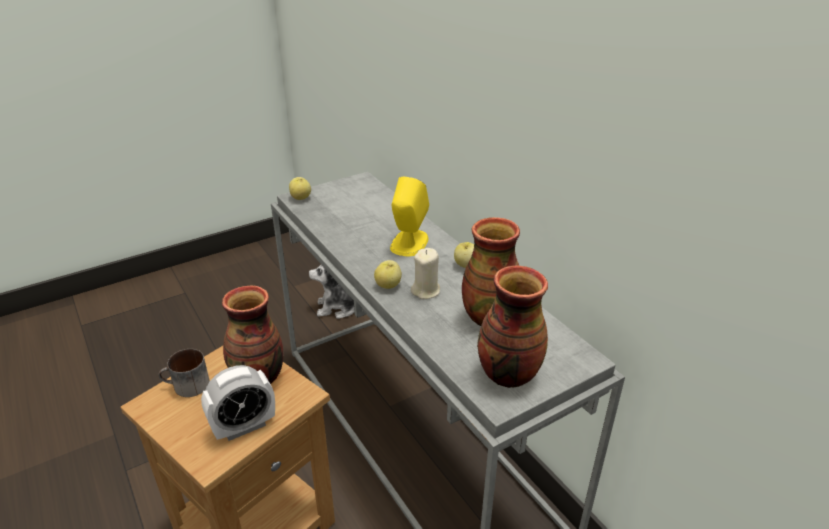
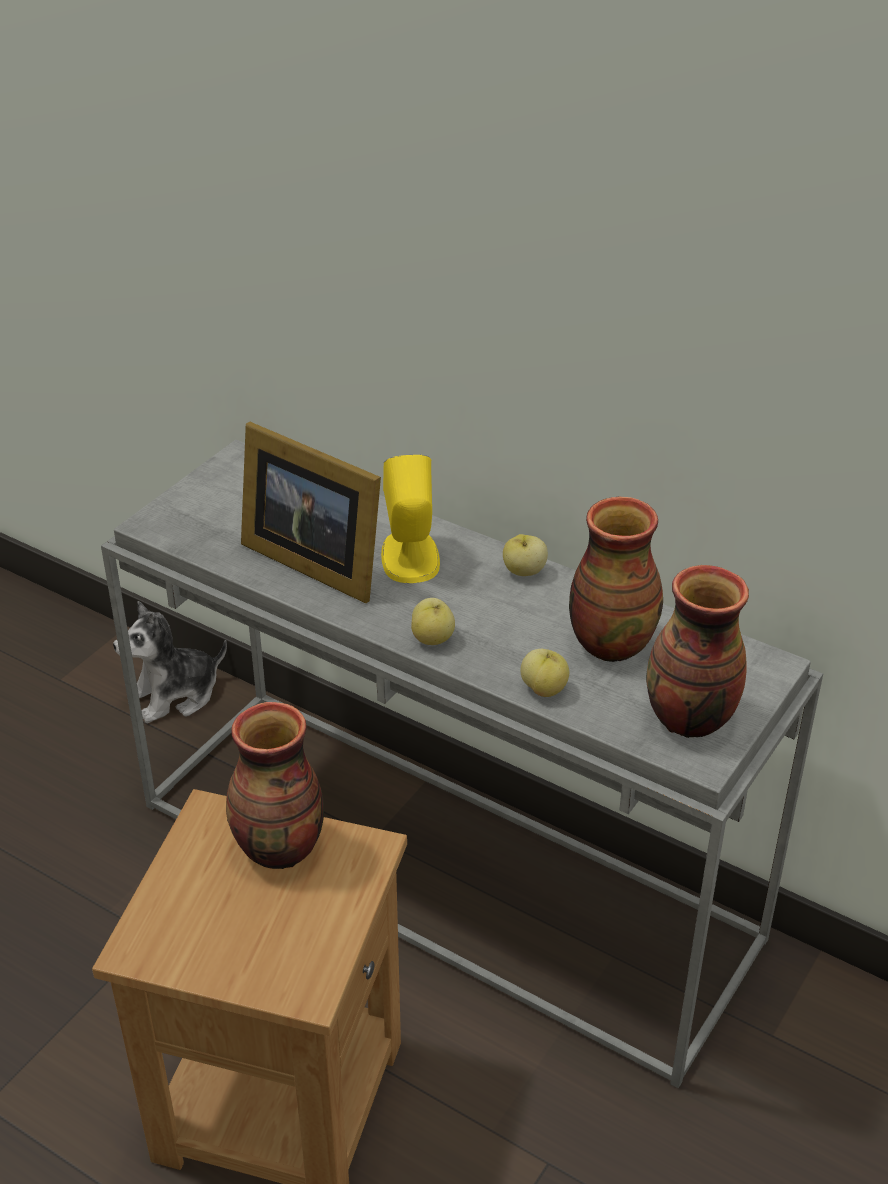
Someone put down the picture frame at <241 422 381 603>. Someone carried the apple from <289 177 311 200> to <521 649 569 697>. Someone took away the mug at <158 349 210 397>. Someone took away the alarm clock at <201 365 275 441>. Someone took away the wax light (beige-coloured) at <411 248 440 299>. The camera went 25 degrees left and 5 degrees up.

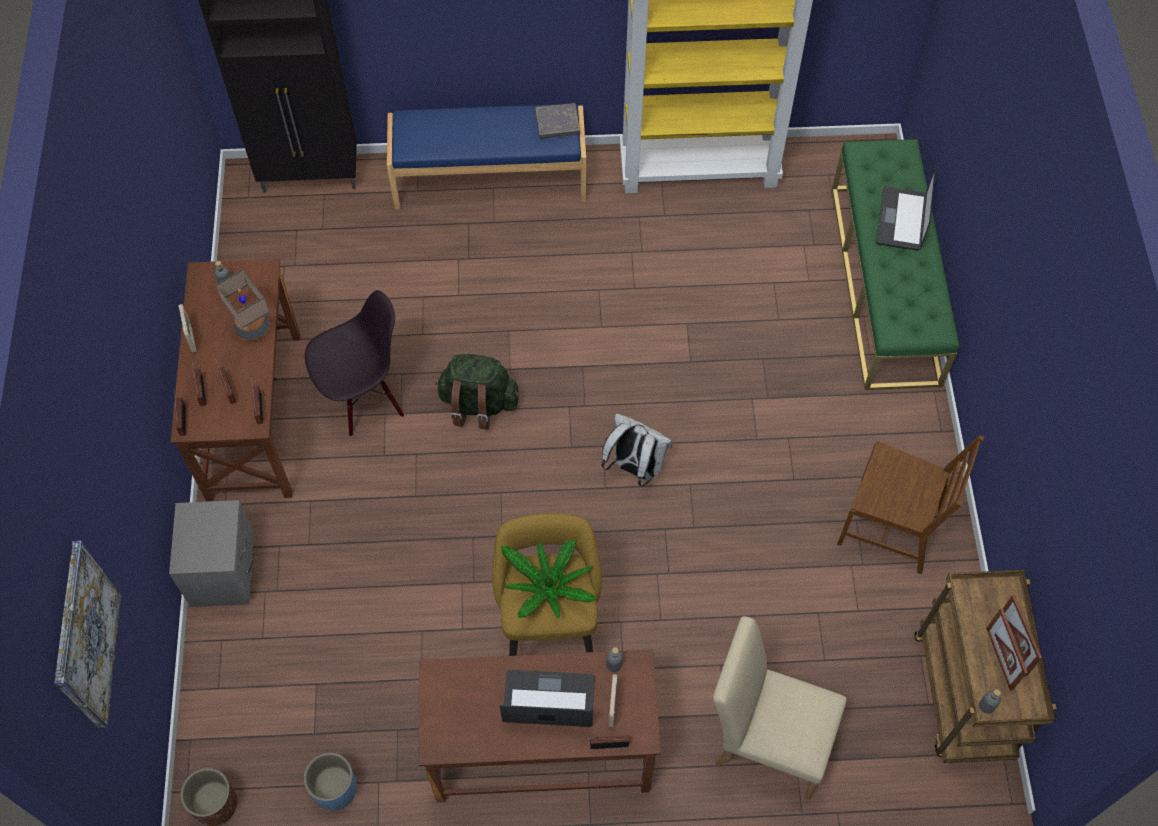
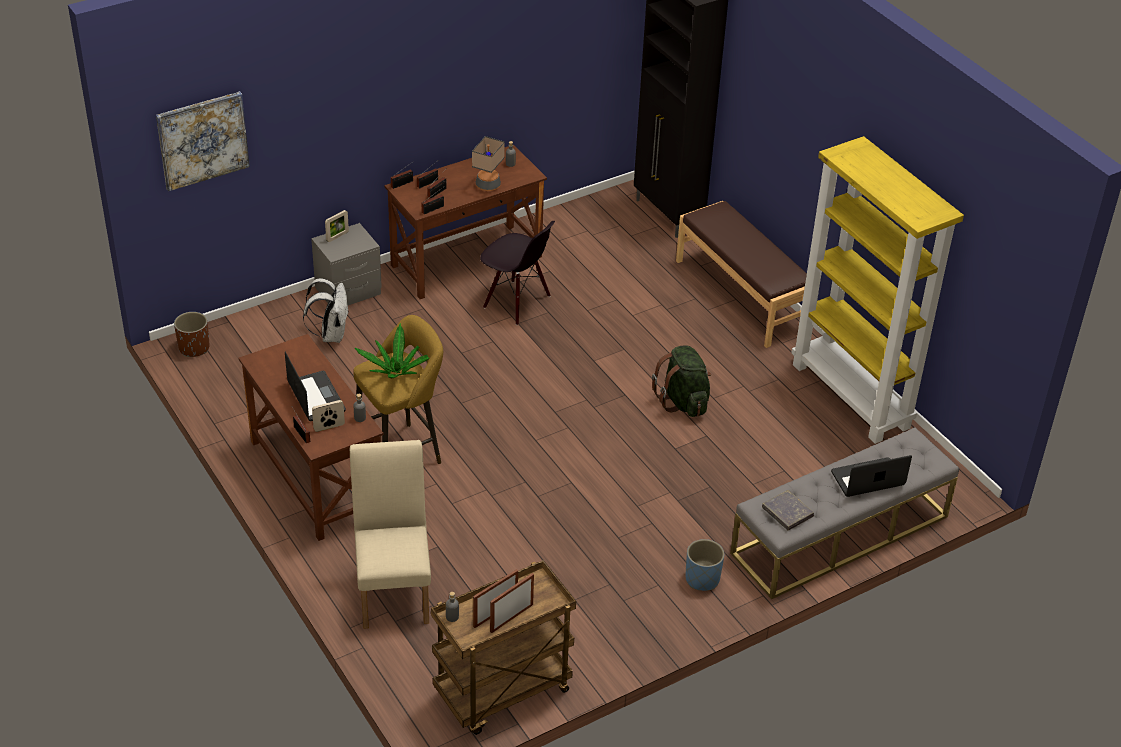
Someone carried the rucksack (white-coloured) from <602 413 672 487> to <303 278 349 343>. Someone carried the picture frame from <178 304 197 353> to <325 210 349 242>. Someone carried the rucksack (greenish) from <435 354 519 429> to <652 346 712 417>. Someone repainted the long seat (blue-coloured) at <387 104 586 209>, which became the long seat (brown) at <676 201 807 348>. Someone carried the planter (blue-coloured) from <304 753 357 811> to <685 539 724 591>. Someone repainted the long seat (greenish) at <832 139 959 390>, which became the long seat (gray) at <730 427 959 599>. Someone carried the volume (gray) from <535 103 580 139> to <762 490 814 530>. Someone took away the upright chair (brown) at <837 435 984 574>. The camera went 60 degrees right and 20 degrees down.

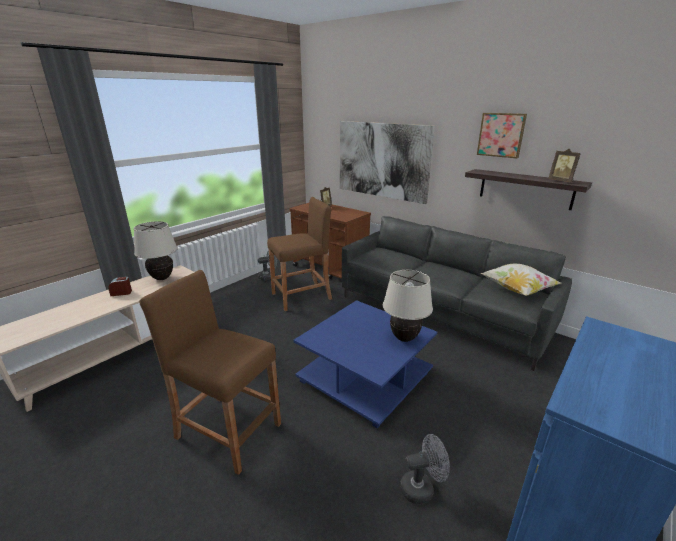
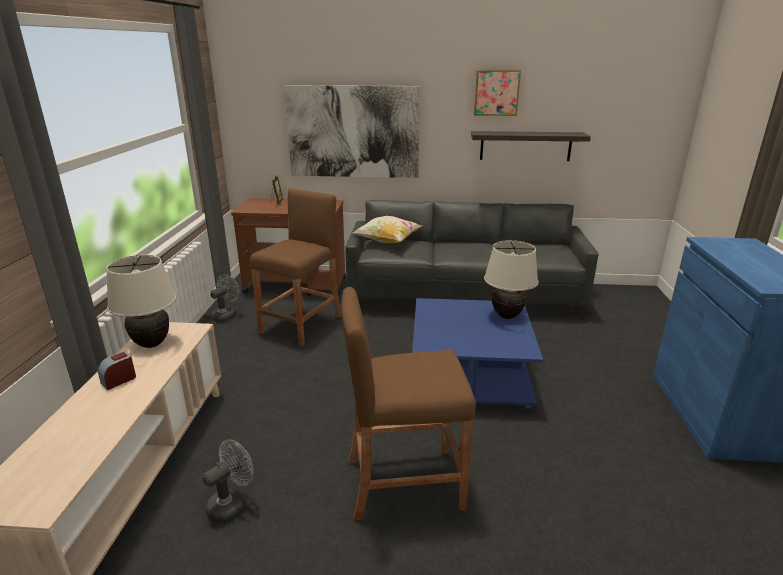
Someone carried the fan (gray) from <400 434 450 504> to <202 439 254 523>. Someone carried the throw pillow from <480 263 561 296> to <353 216 421 243>. Someone took away the picture frame at <548 149 581 182>. The camera went 35 degrees left and 0 degrees up.

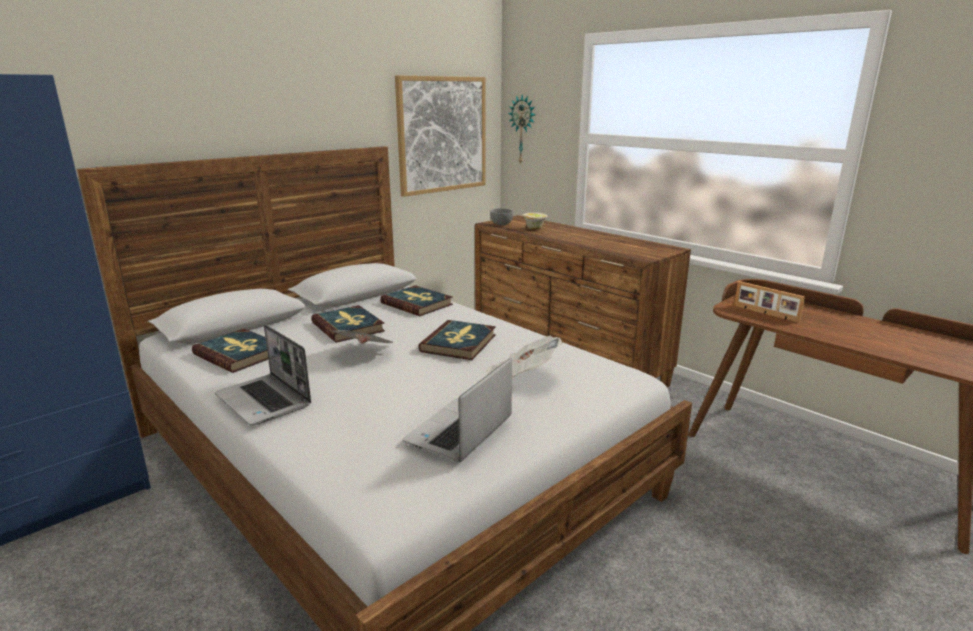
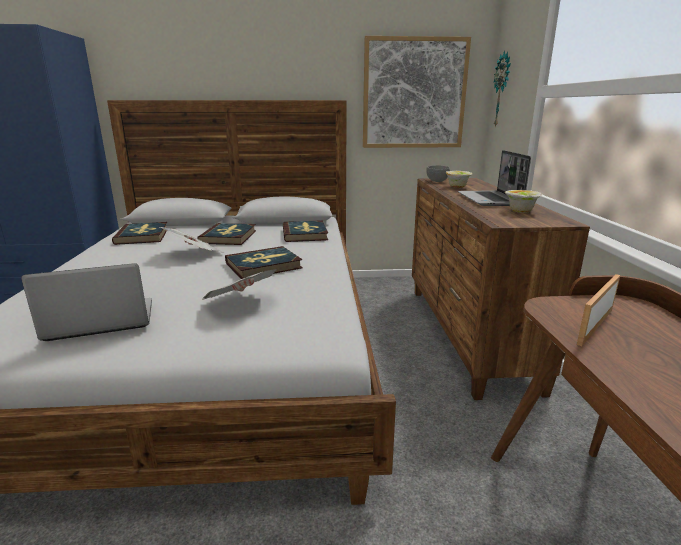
Someone carried the laptop from <215 324 311 425> to <458 150 531 206>. Someone put down the serving bowl at <505 190 542 213>. Someone rotated the picture frame at <734 281 805 323> by 45 degrees clockwise. The camera went 40 degrees right and 0 degrees up.

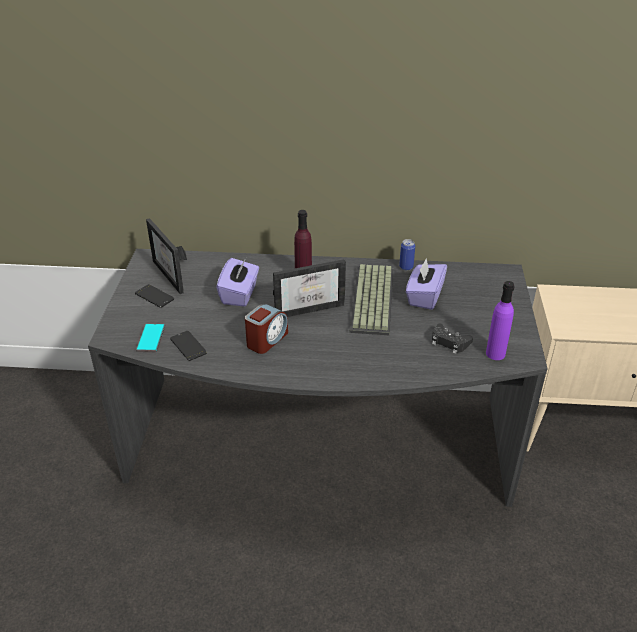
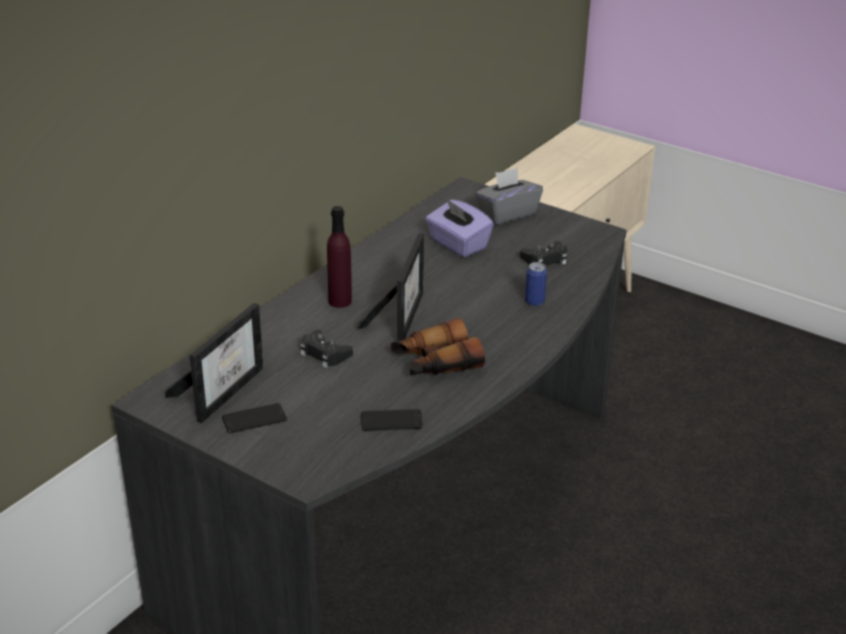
Someone rotated the picture frame at <146 218 187 294> by 60 degrees counterclockwise. Someone swapped the tissue holder (purplish) at <216 258 259 307> for the joypad (black) at <301 330 353 368>. Someone swapped the alarm clock at <245 304 288 354> for the field glasses at <391 318 485 376>. Someone put down the tissue holder (gray) at <475 168 543 224>. Someone carried the sealed can from <399 239 415 271> to <525 262 547 306>. Someone took away the handset at <136 324 165 352>. Someone took away the computer keyboard at <349 264 393 335>. Someone took away the drink bottle (purplish) at <486 281 515 360>. The camera went 60 degrees left and 5 degrees down.

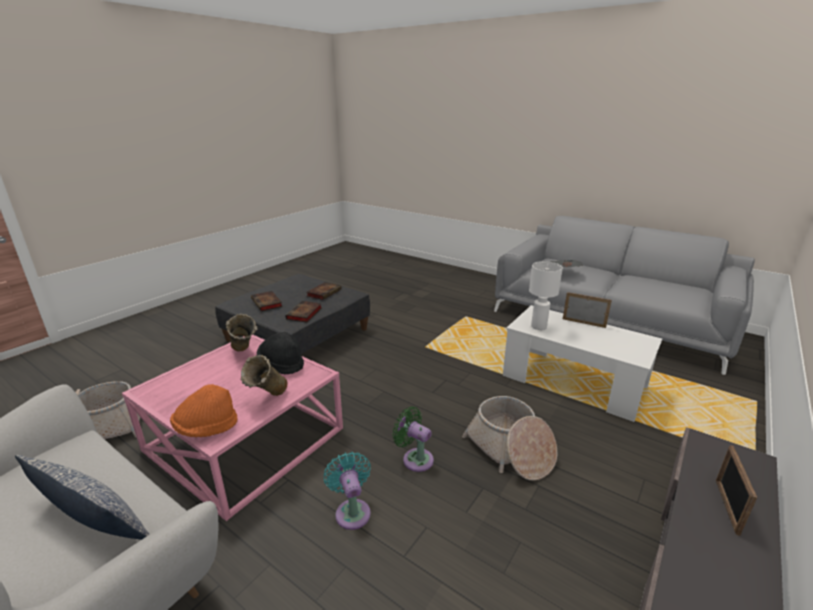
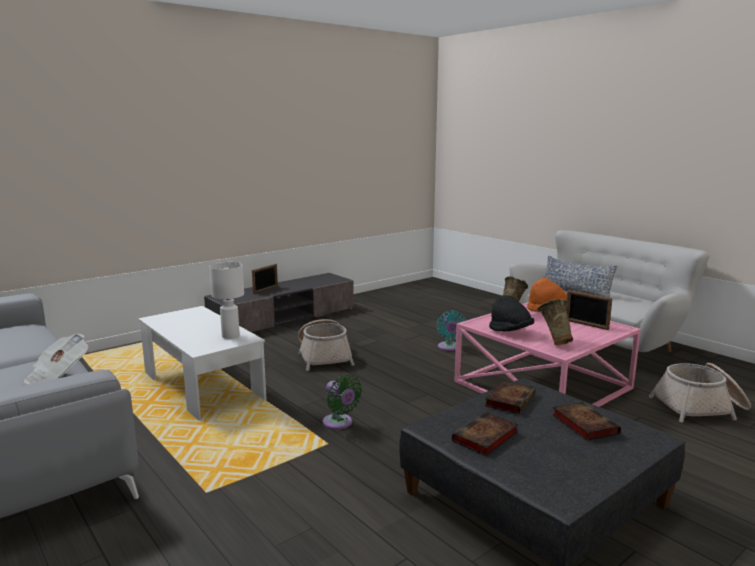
Someone carried the fan (greenish) from <392 406 434 472> to <323 375 362 430>. Someone carried the picture frame from <563 292 612 328> to <566 290 613 330>. The camera went 165 degrees left and 10 degrees down.

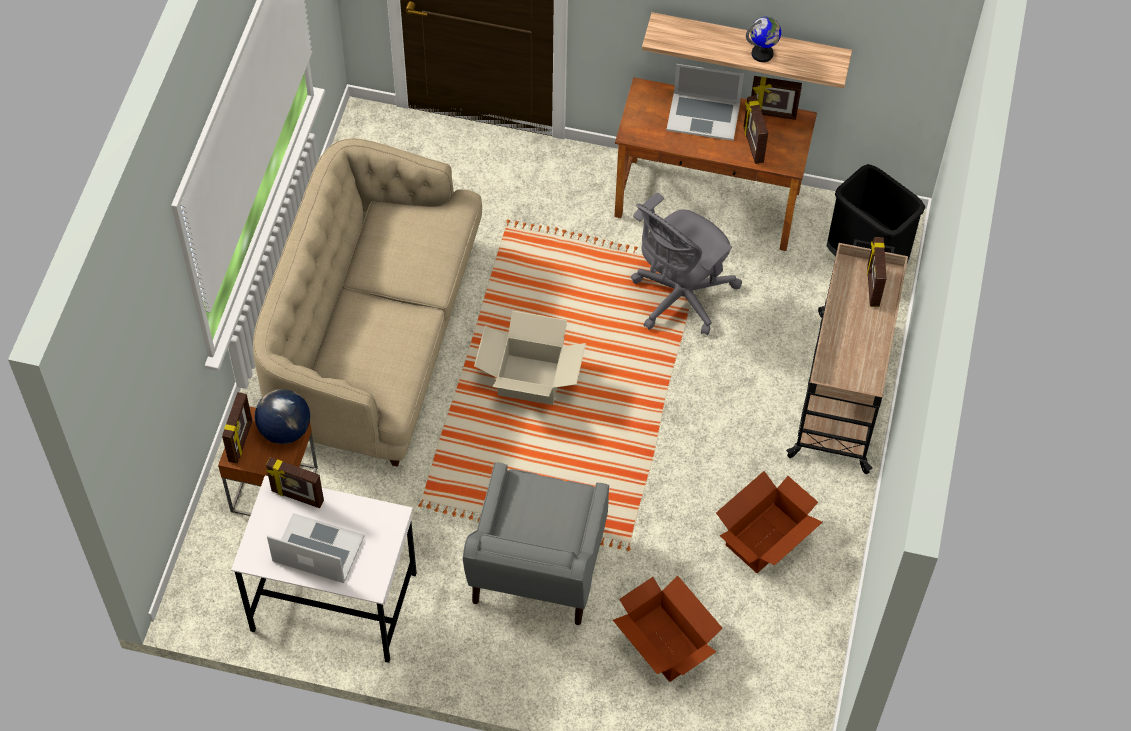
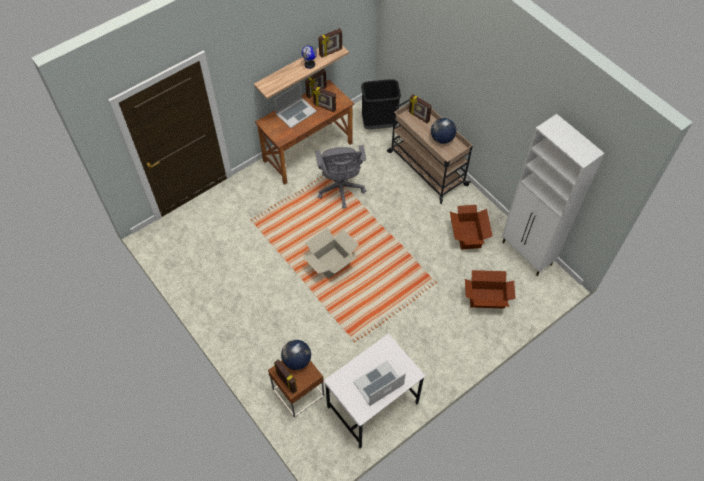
Someone carried the picture frame from <266 457 324 508> to <318 28 342 58>. Someone put down the desk globe at <431 118 456 144>. Someone put down the storage cabinet (white-coloured) at <502 114 605 276>. Someone took away the settee (beige-coloured) at <253 138 482 467>. Someone took away the easy chair (gray) at <463 462 609 625>. The camera went 50 degrees left and 0 degrees up.

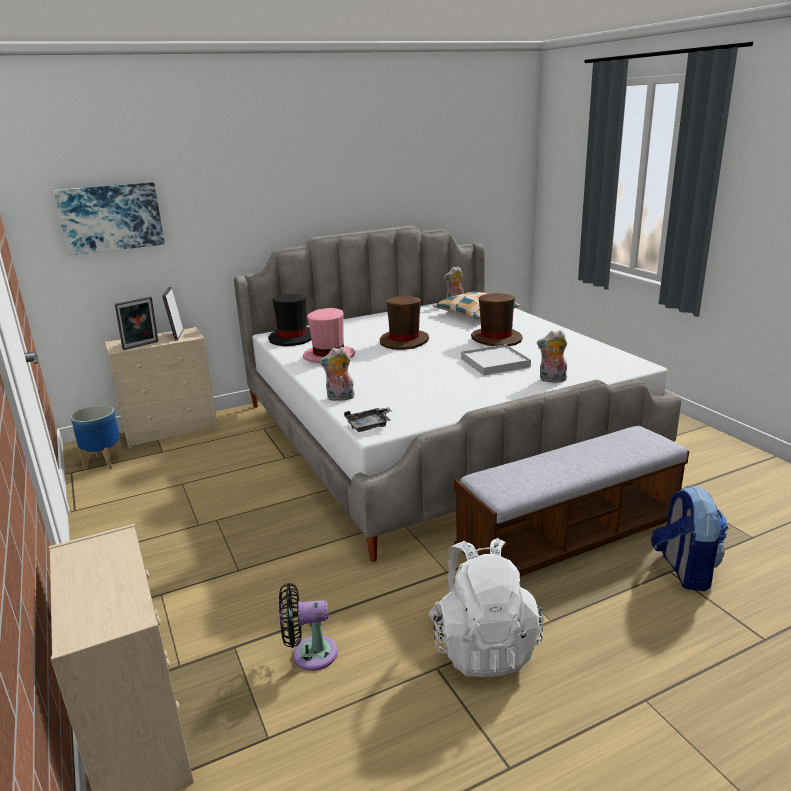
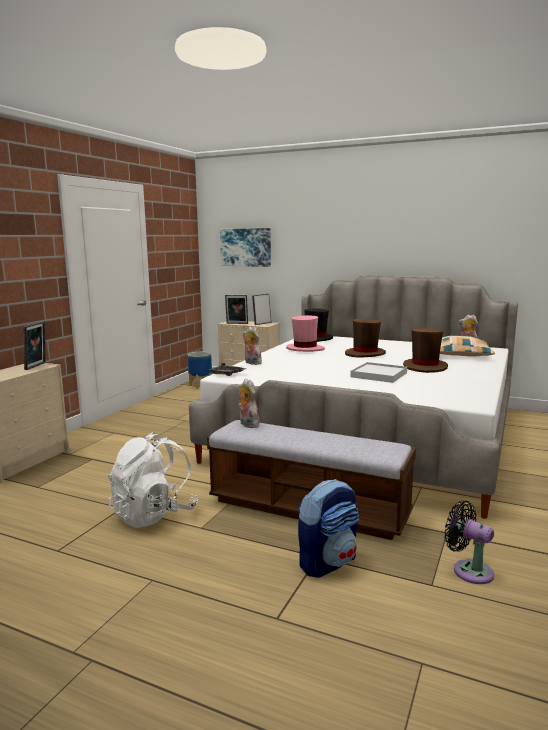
Someone put down the picture frame at <23 321 46 370>. Someone carried the cuddly toy from <537 330 567 382> to <238 379 260 428>. Someone carried the fan (black) from <279 583 338 671> to <444 501 494 584>. The camera went 50 degrees right and 10 degrees down.

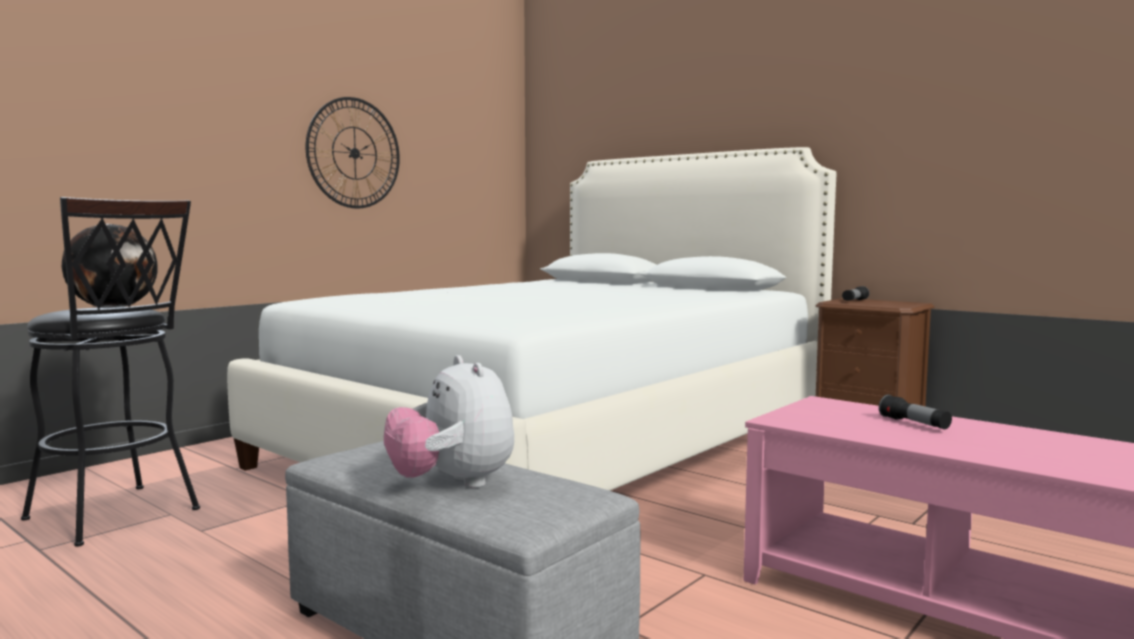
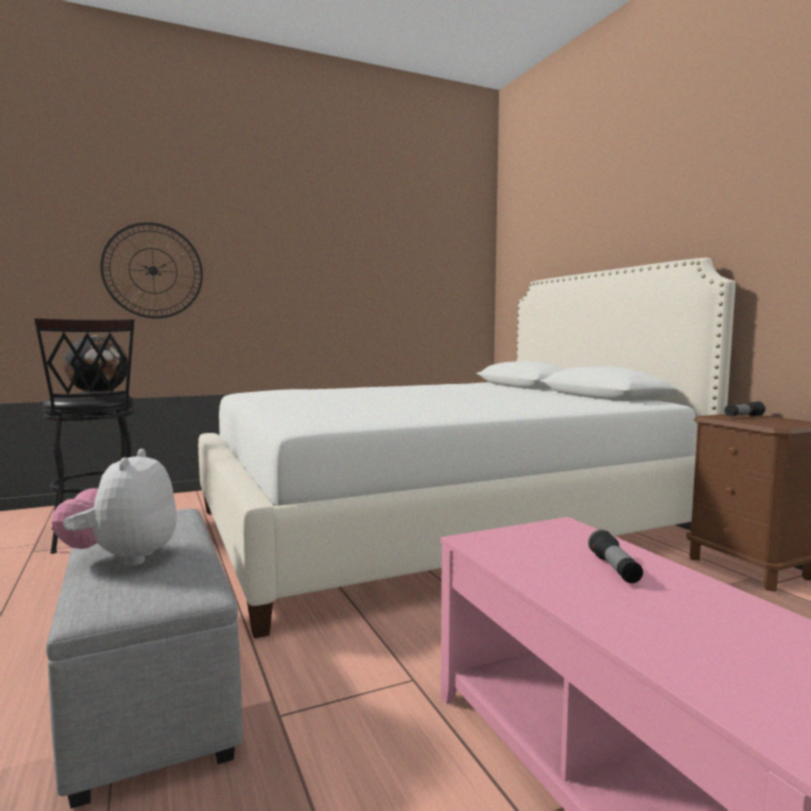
Someone carried the clock on the wall from <306 97 400 209> to <100 222 203 319>. The camera went 25 degrees right and 0 degrees up.

